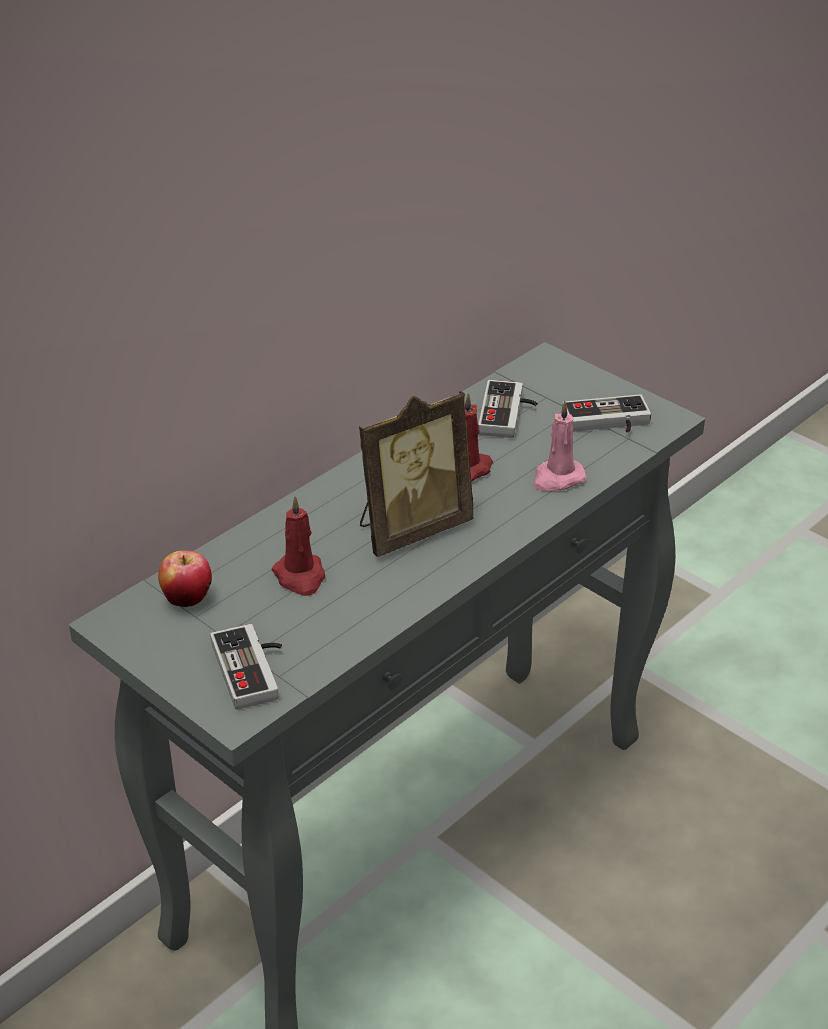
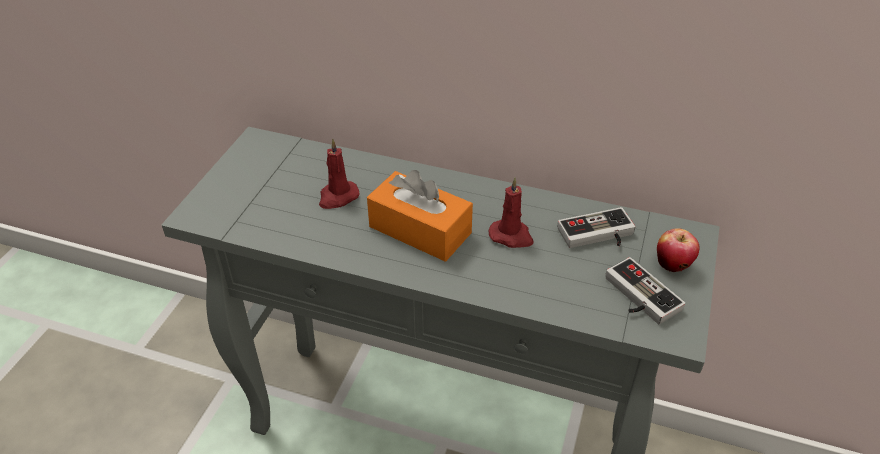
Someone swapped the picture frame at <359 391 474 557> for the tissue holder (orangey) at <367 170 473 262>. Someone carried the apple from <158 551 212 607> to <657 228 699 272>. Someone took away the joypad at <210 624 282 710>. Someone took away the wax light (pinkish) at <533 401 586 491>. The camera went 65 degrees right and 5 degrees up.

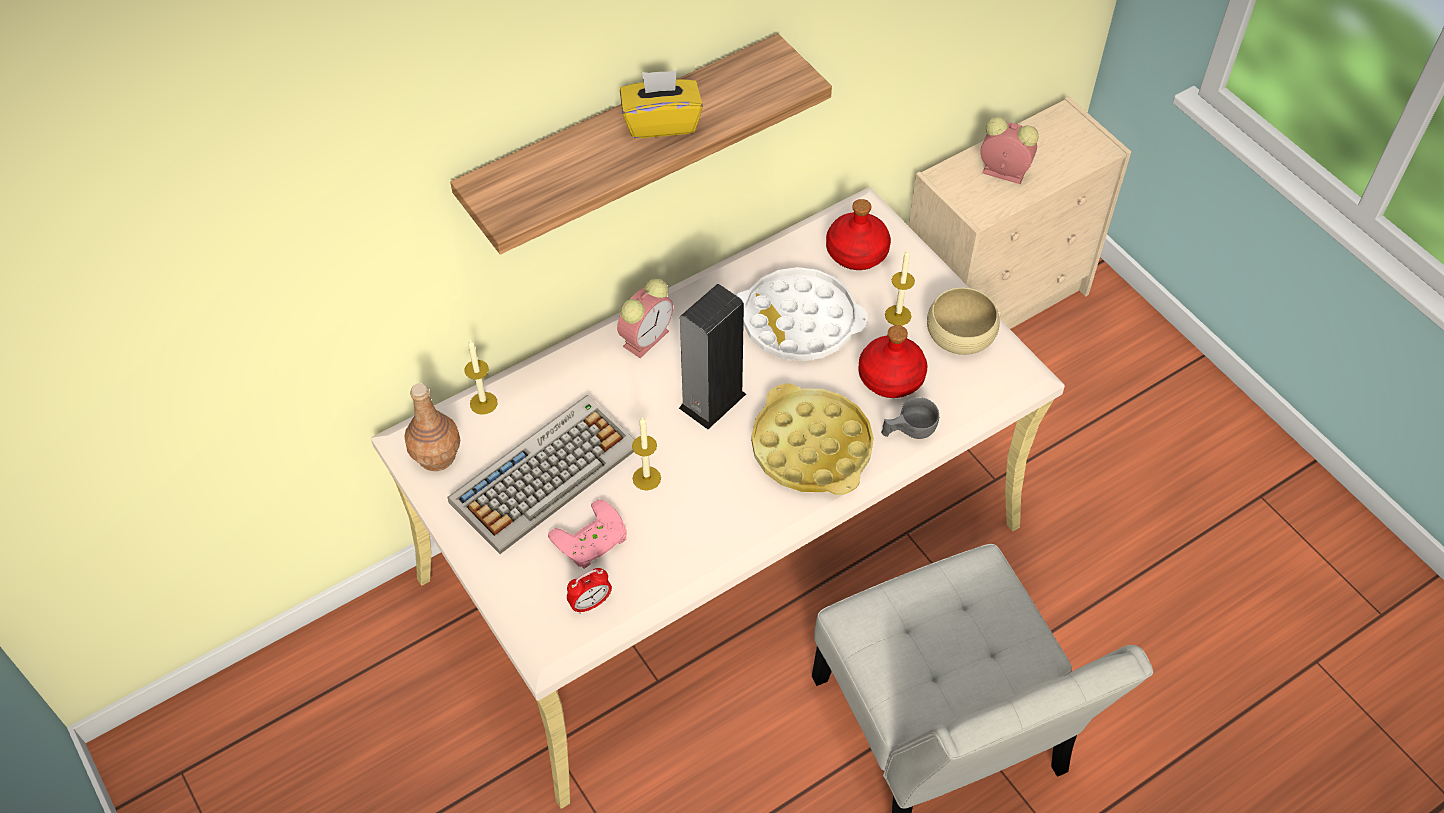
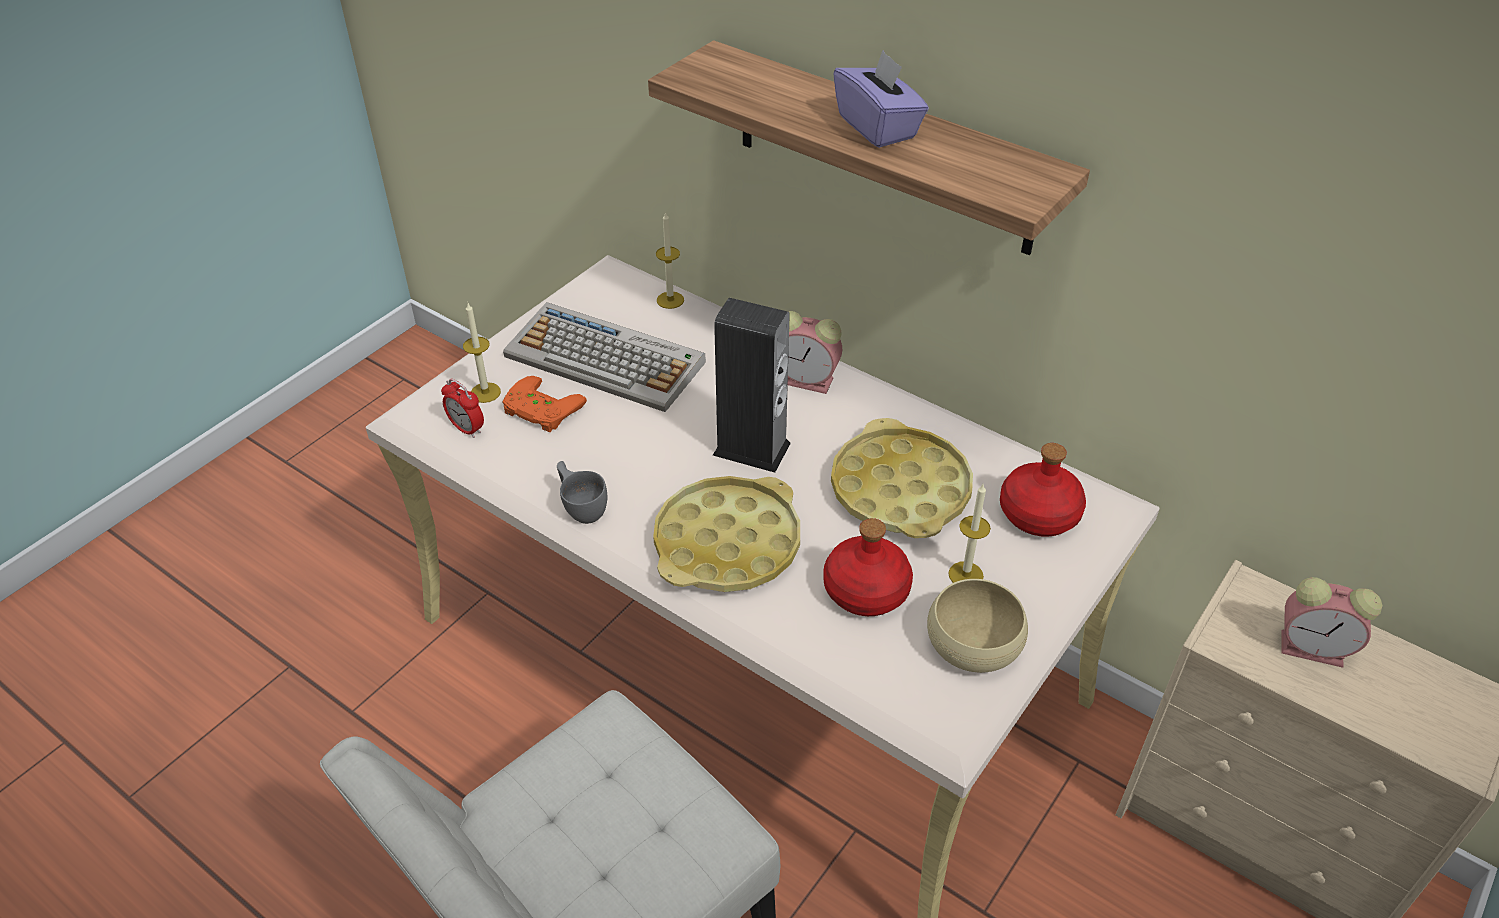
Someone carried the wax light from <632 416 661 490> to <463 303 501 403>. Someone repainted the joypad (pinkish) at <548 499 627 569>, which became the joypad (orangey) at <502 376 587 432>. Someone carried the drinking cup (gray) from <881 397 939 439> to <557 461 607 524>. Someone repainted the tray (white-coloured) at <736 267 868 361>, which became the tray (yellow-coloured) at <831 418 973 538>. Someone repainted the tissue holder (yellow-coloured) at <620 70 703 138>, which became the tissue holder (purplish) at <833 50 929 148>. Someone rotated the alarm clock at <980 117 1039 184> by 105 degrees clockwise. Someone took away the drink bottle (brown) at <404 383 460 471>. The camera went 70 degrees right and 10 degrees down.

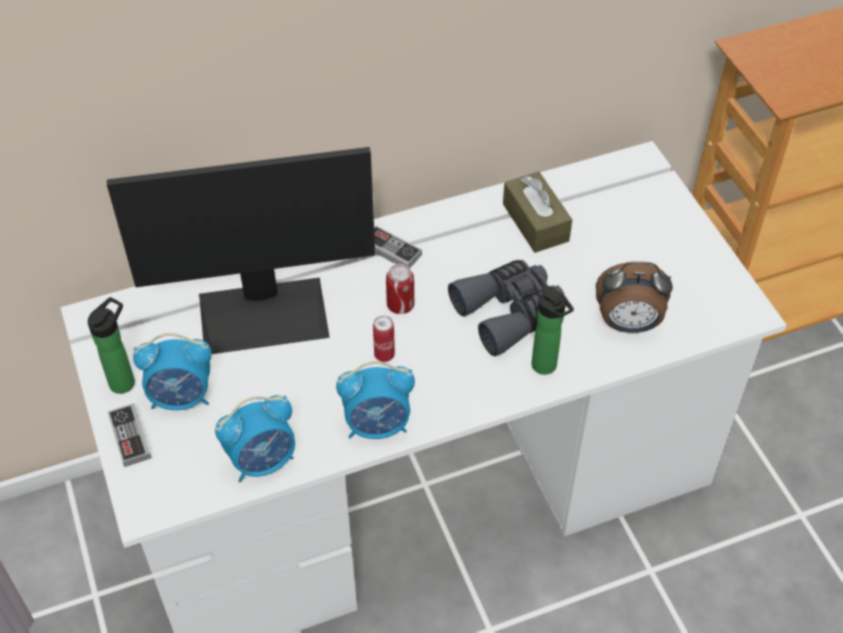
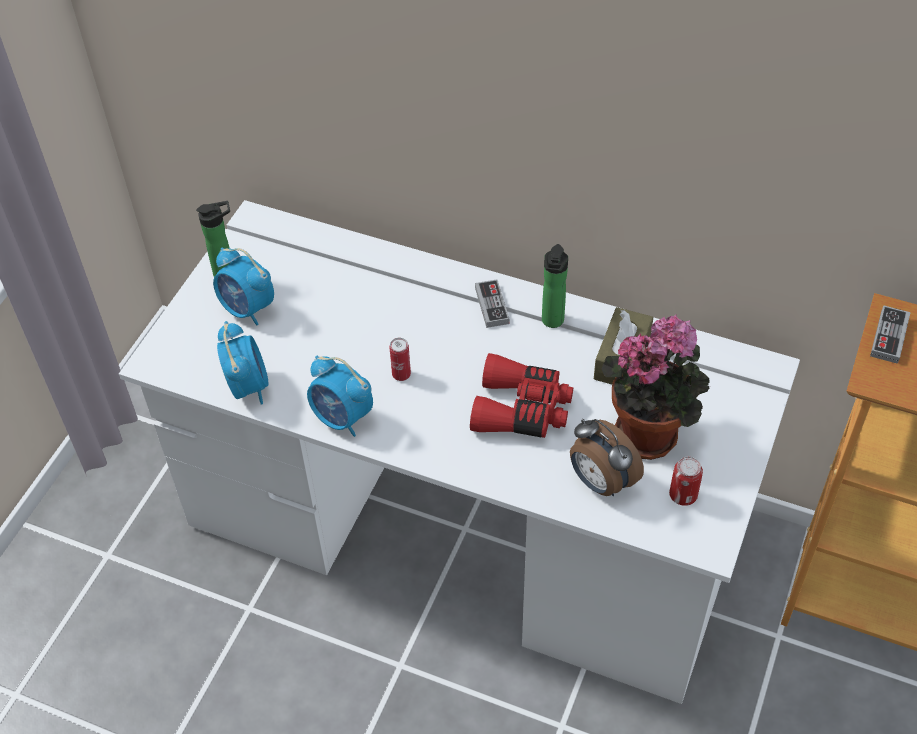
Someone rotated the alarm clock at <215 395 295 482> by 120 degrees counterclockwise. Someone repainted the field glasses (gray) at <448 260 564 356>, which became the field glasses (reddish) at <470 353 573 438>. Someone carried the drink bottle from <531 286 574 375> to <542 244 568 328>. Someone put down the potted plant at <602 314 710 460>. Someone carried the sealed can from <386 264 414 314> to <669 457 703 506>. Someone carried the joypad from <108 403 152 467> to <870 305 911 364>. Someone took away the computer display at <107 147 375 354>. The camera went 45 degrees right and 0 degrees up.

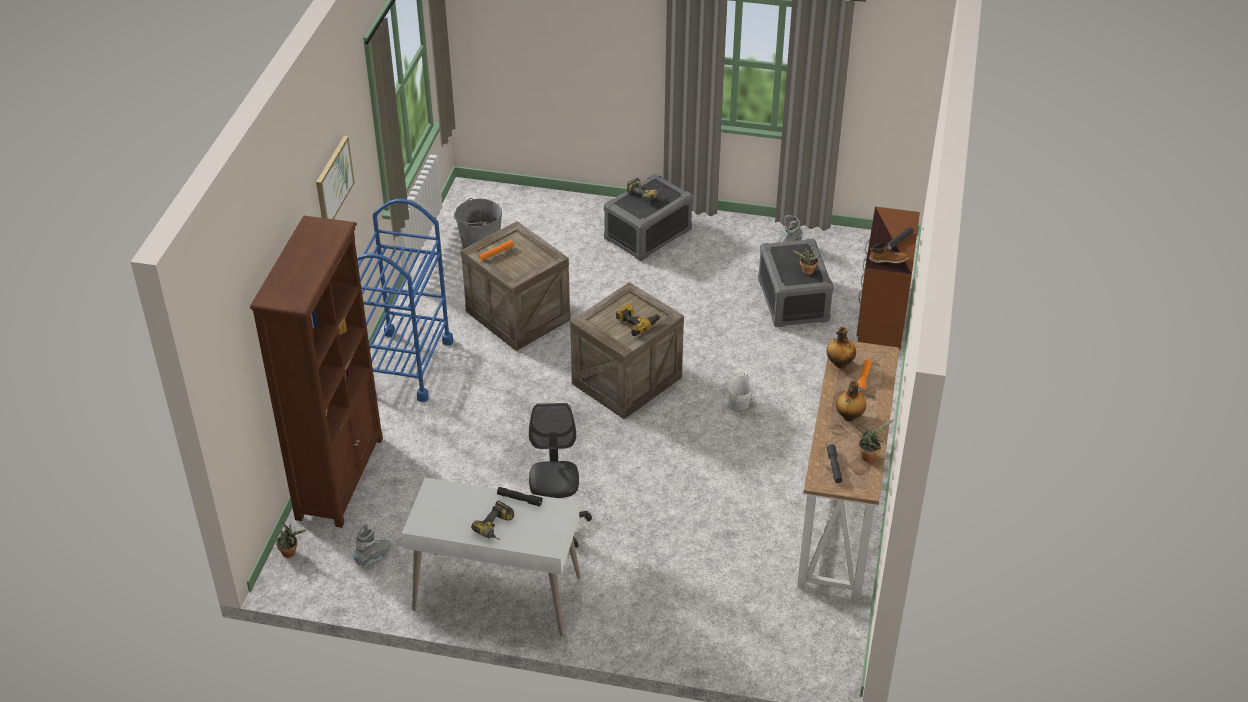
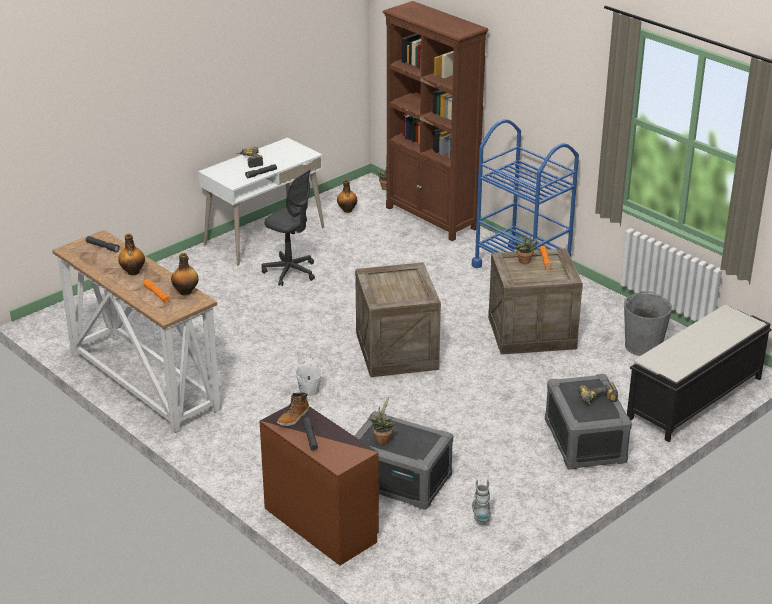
Someone swapped the tall boot (gray) at <353 523 392 566> for the drink bottle at <337 180 357 213>. Someone carried the potted plant from <856 420 893 462> to <515 236 538 264>. Someone put down the long seat (black) at <627 305 771 442>. Someone took away the picture at <316 136 355 219>. Someone took away the drill at <616 304 660 336>. The camera went 125 degrees right and 10 degrees down.

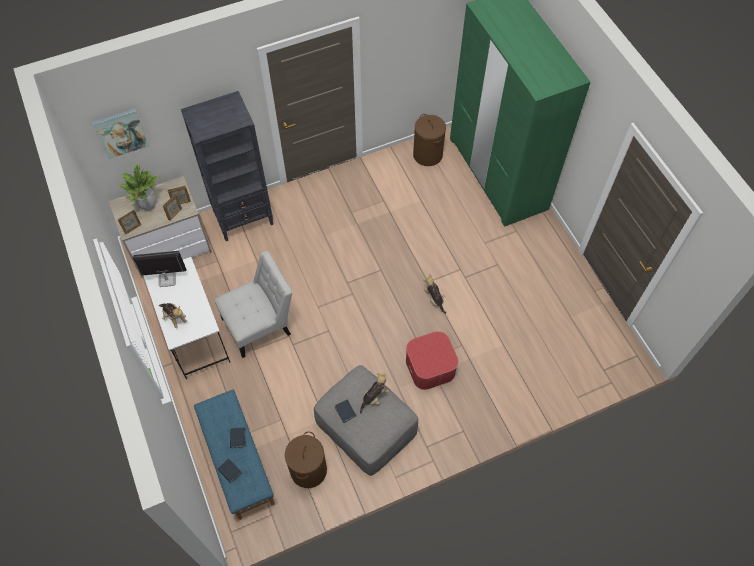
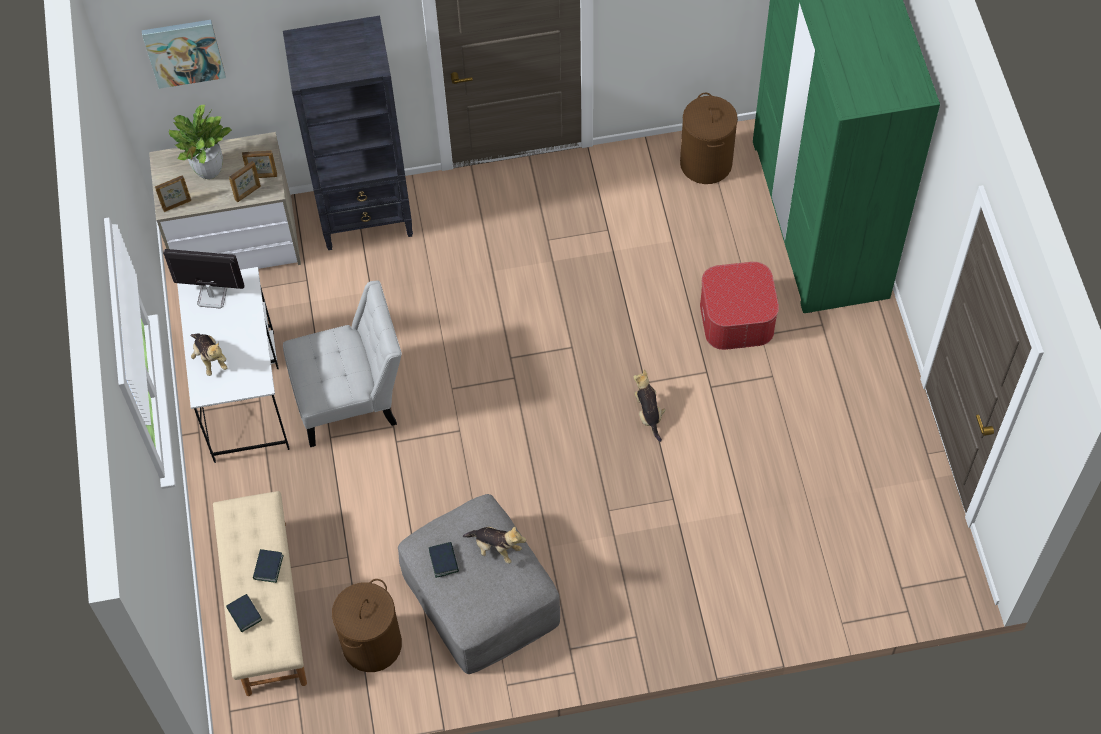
Someone repainted the long seat (blue-coloured) at <194 390 275 520>, which became the long seat (beige-coloured) at <213 491 307 696>. Someone rotated the cuddly toy at <360 373 389 414> by 60 degrees clockwise. Someone carried the pouffe from <406 331 458 390> to <700 262 779 350>. The camera went 15 degrees right and 0 degrees up.

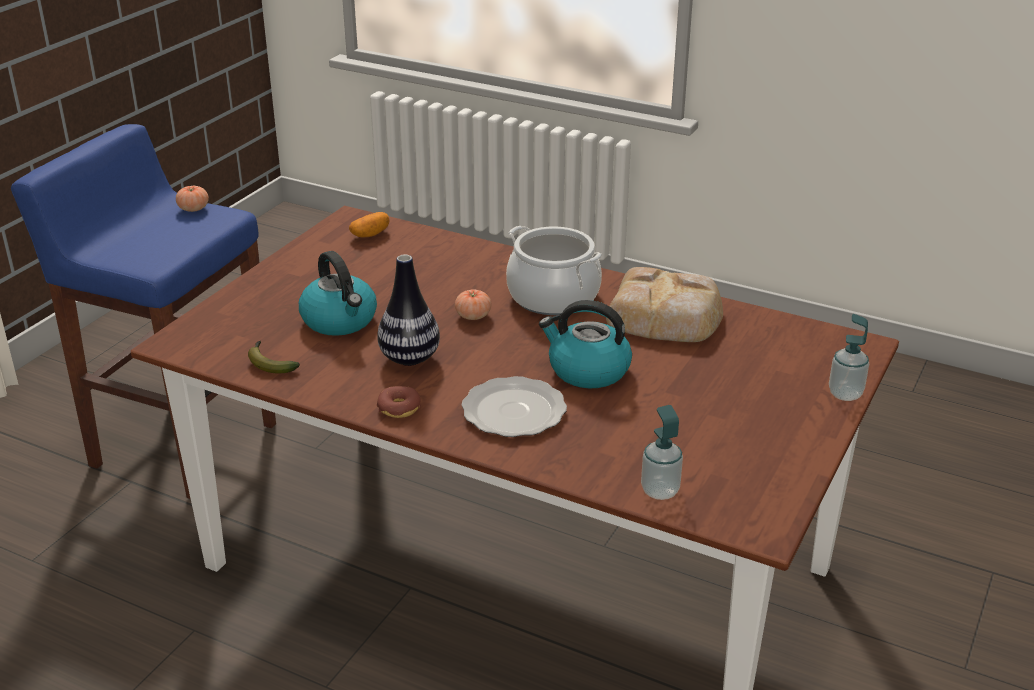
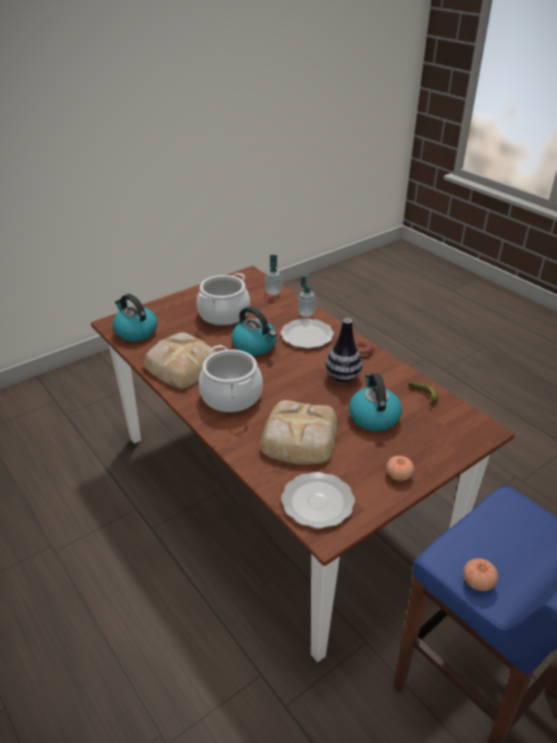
Someone put down the water kettle at <113 294 157 341>. Someone put down the stockpot at <197 273 250 326>. Someone put down the baked bread at <260 400 337 465>. Someone swapped the spud at <349 212 389 237> for the flat dish at <281 472 355 529>. Someone carried the soap bottle from <829 314 869 401> to <298 274 316 317>. Someone carried the tomato from <455 290 491 320> to <386 456 414 481>. The camera went 155 degrees left and 5 degrees up.

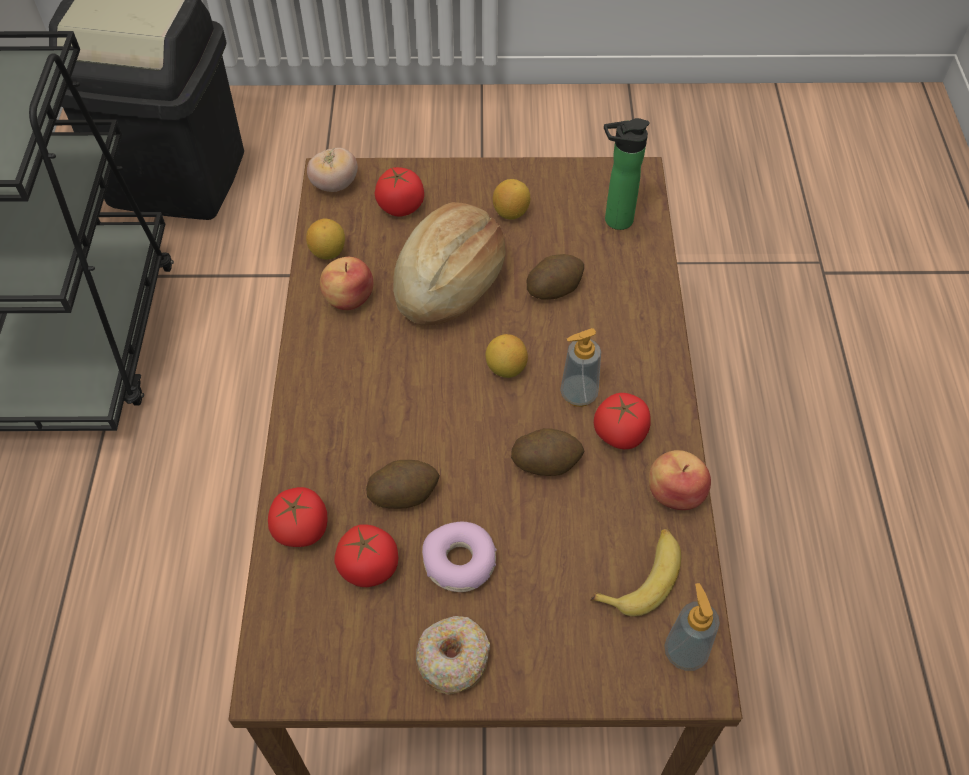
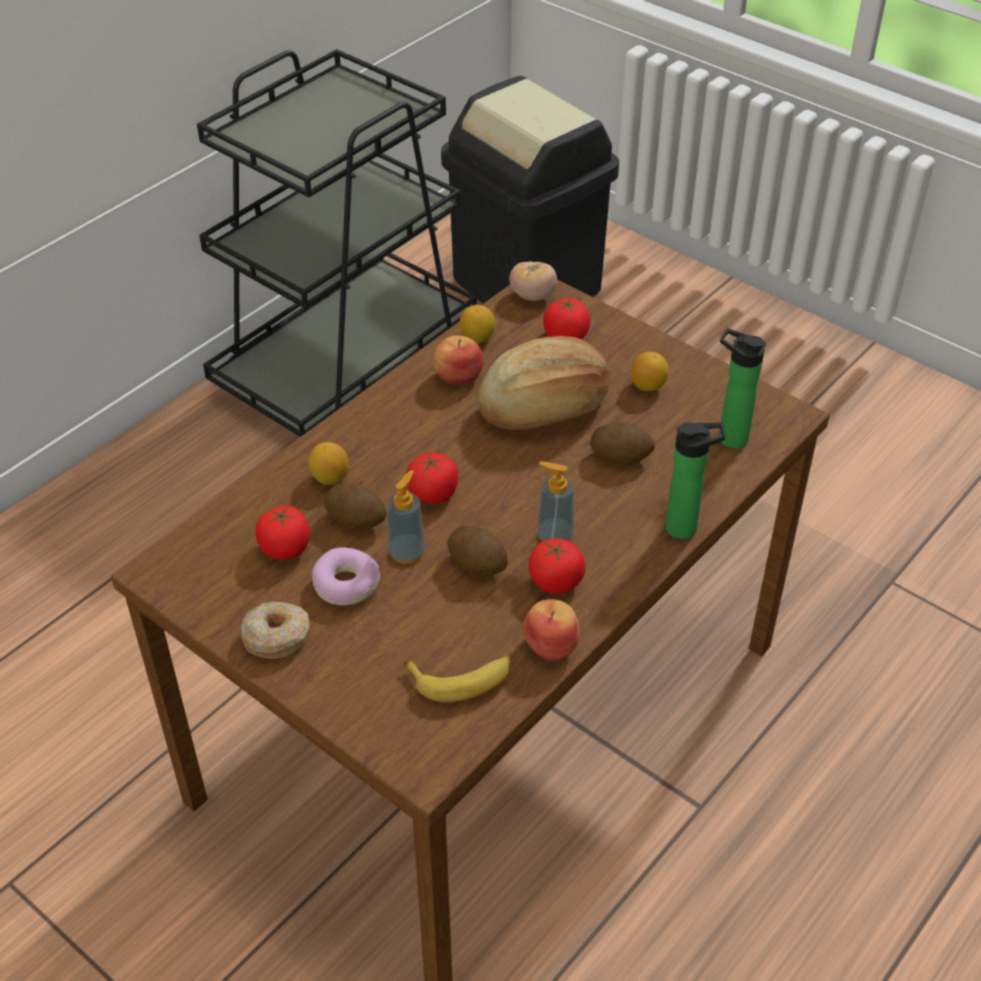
Someone carried the whole lemon from <485 334 528 378> to <308 442 349 485>. Someone carried the soap bottle from <664 583 720 671> to <387 470 425 564>. Someone carried the tomato from <268 487 327 547> to <406 452 459 504>. Someone put down the drink bottle at <665 422 726 539>. The camera went 40 degrees right and 10 degrees down.

